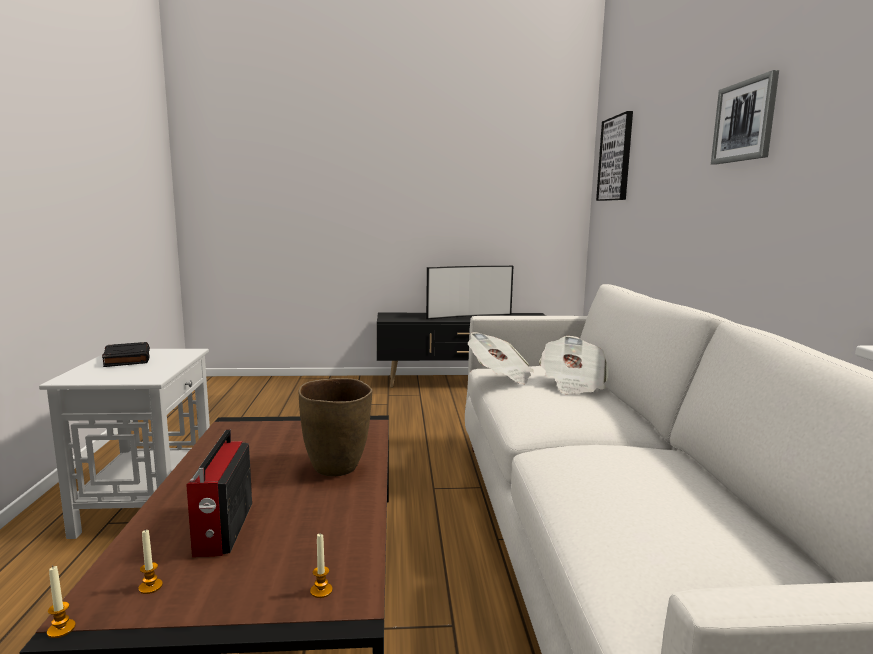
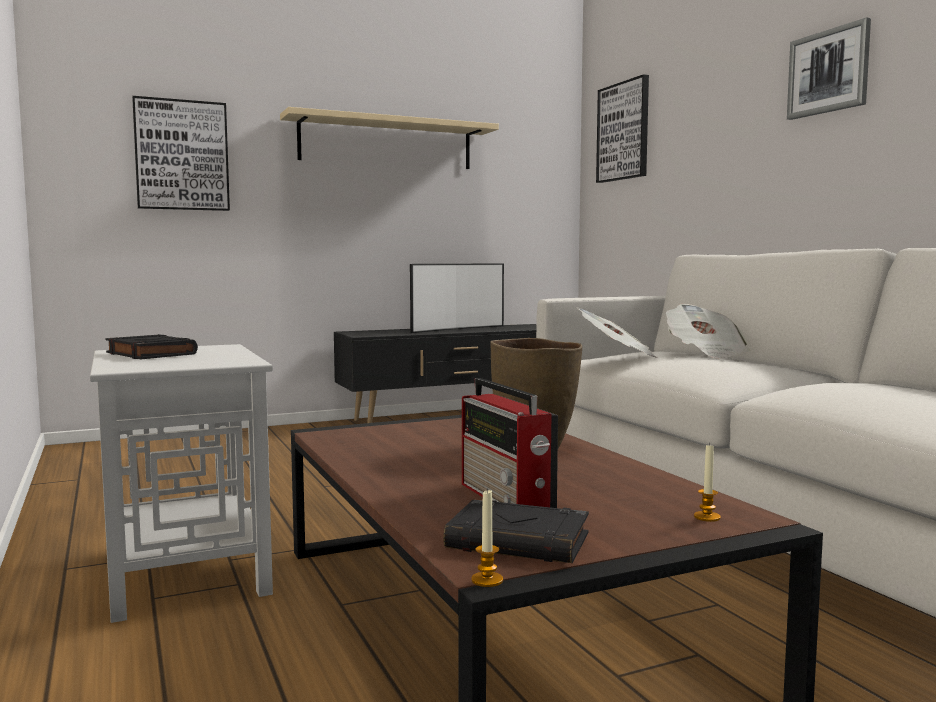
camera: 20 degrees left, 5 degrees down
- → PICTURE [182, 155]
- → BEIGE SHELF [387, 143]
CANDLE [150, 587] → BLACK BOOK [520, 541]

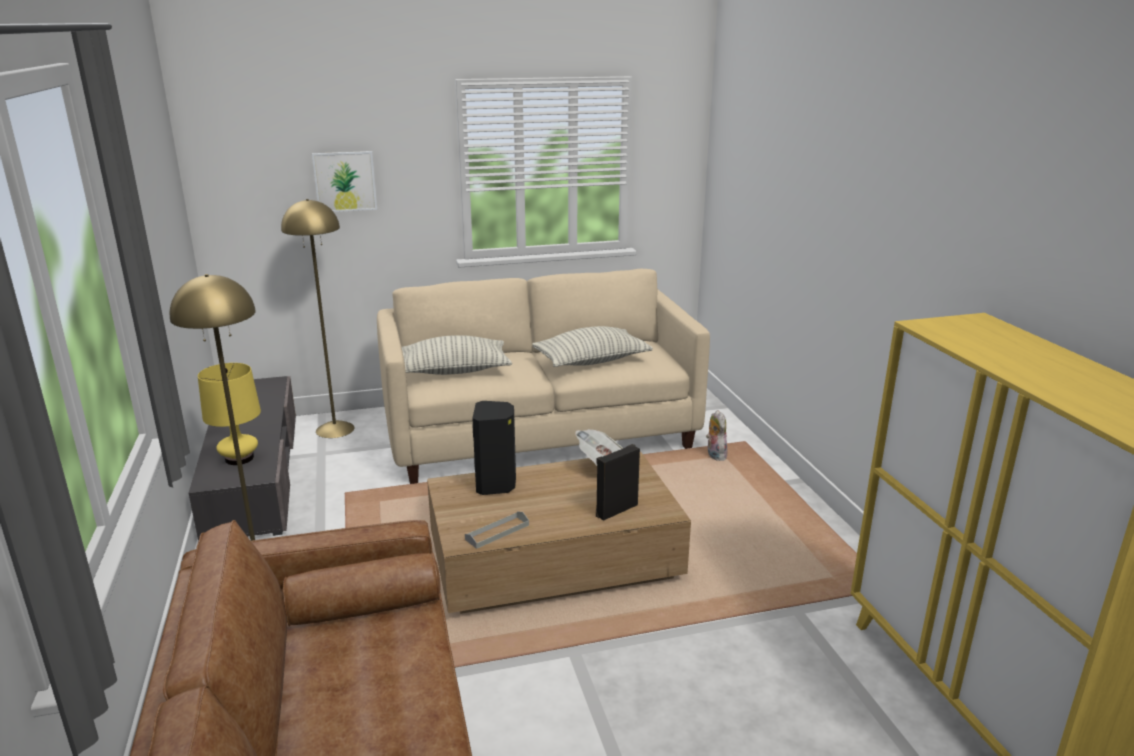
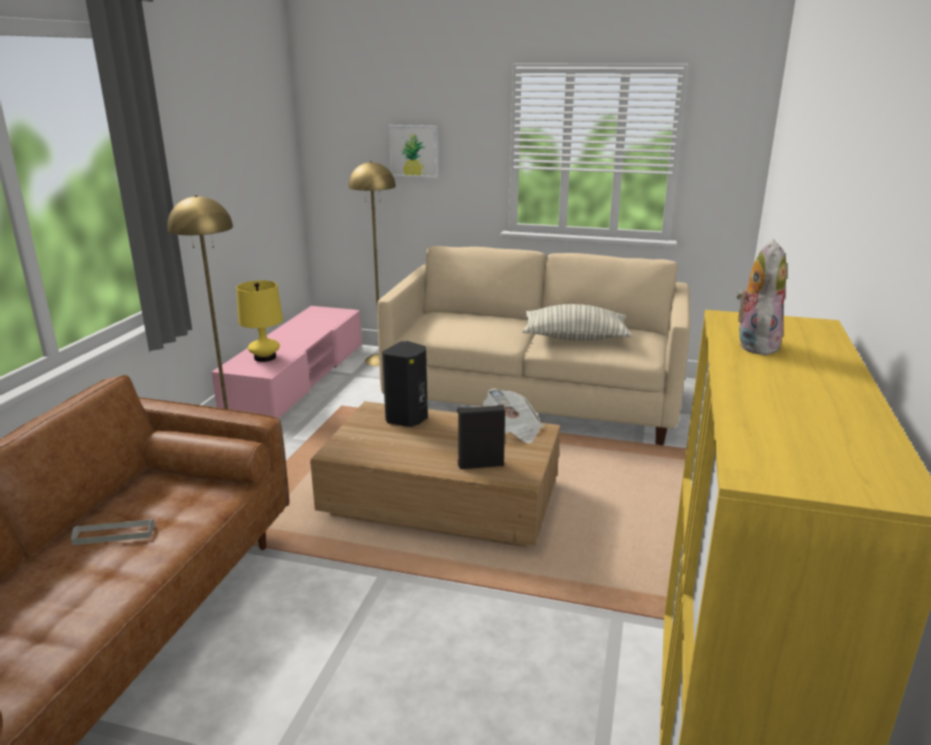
camera: 30 degrees right, 0 degrees up
PILLOW [454, 371] → -
GREY TRAY [497, 532] → GREY TRAY [114, 534], shifted
PLUSH TOY [714, 455] → PLUSH TOY [754, 344], shifted
GREY TV STAND [254, 473] → PINK TV STAND [297, 377]

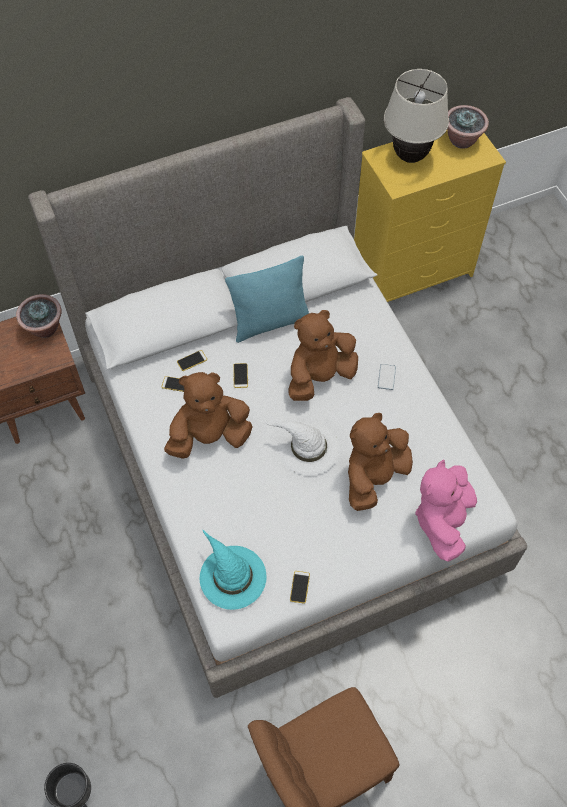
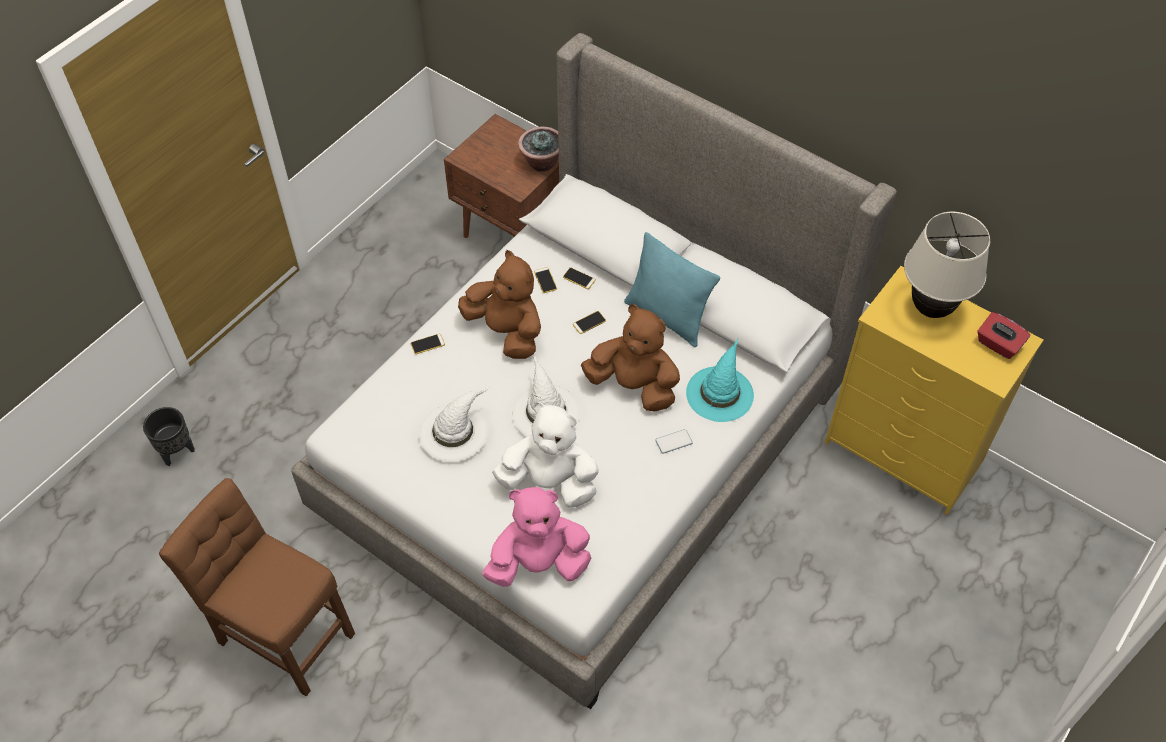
camera: 60 degrees right, 5 degrees down
- → WHITE HAT [454, 431]
TURQUOISE HAT [232, 576] → TURQUOISE HAT [719, 392], shifted
PHONE [299, 587] → PHONE [427, 344], shifted
POTTED PLANT [462, 140] → RED TISSUE BOX [998, 345]
BROWN PLUSH TOY [374, 477] → WHITE PLUSH TOY [550, 482]

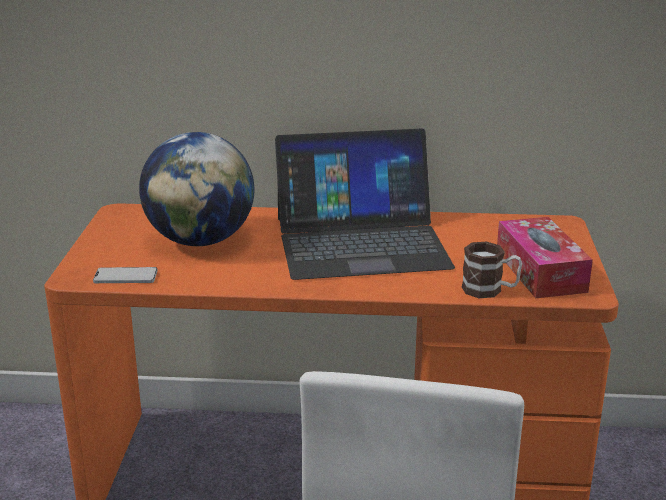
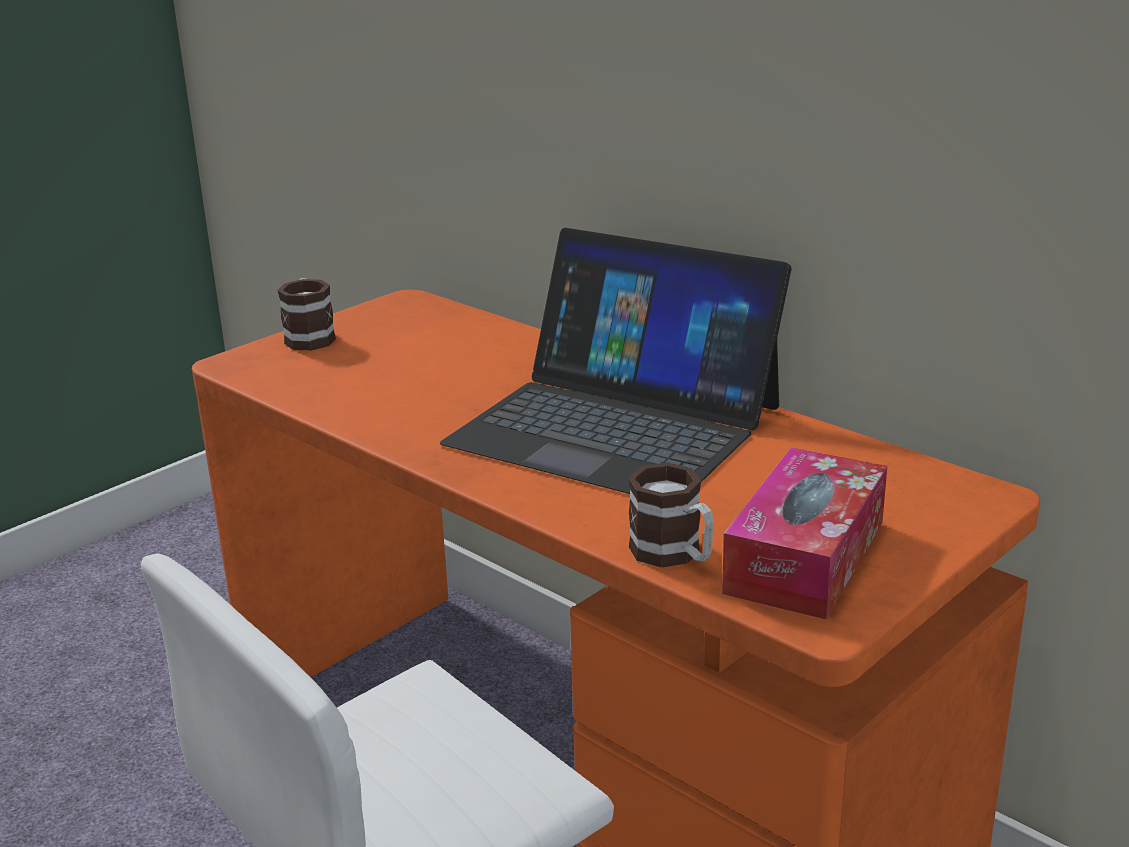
camera: 40 degrees right, 0 degrees up
PHONE [125, 277] → -
GLOBE [200, 240] → -
- → MUG [309, 336]

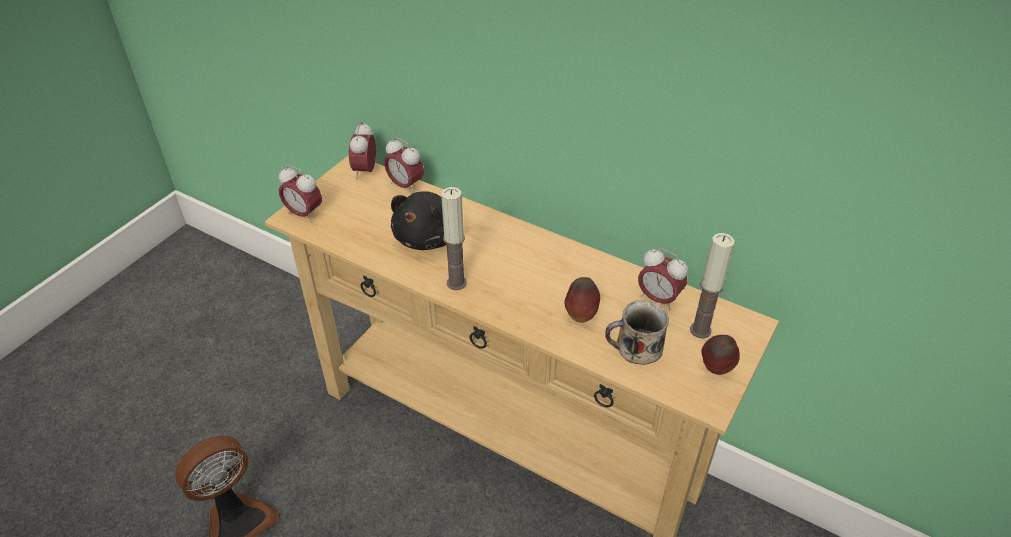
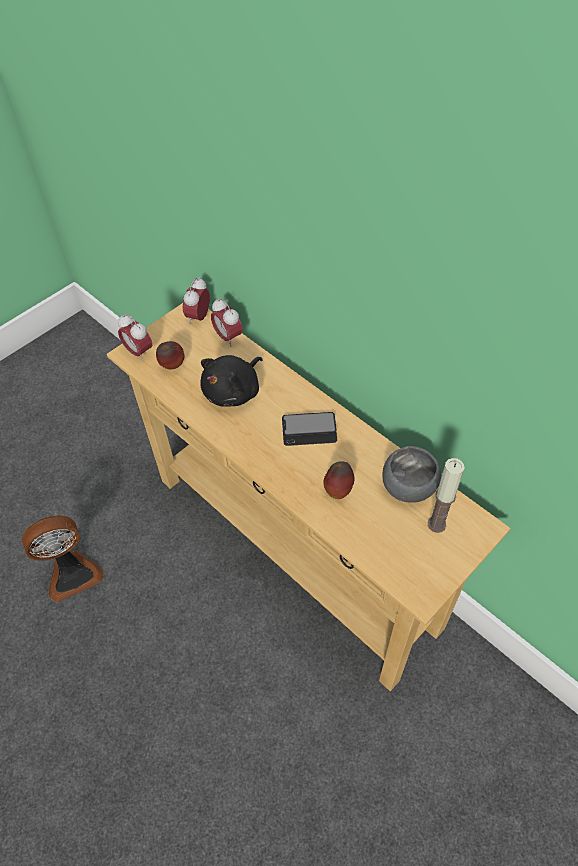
camera: 15 degrees right, 10 degrees up
CANDLE [456, 283] → -
MUG [636, 348] → -
- → PHONE [309, 430]
APPLE [715, 369] → APPLE [172, 366], shifted
ALARM CLOCK [658, 299] → GREY BOWL [410, 487]

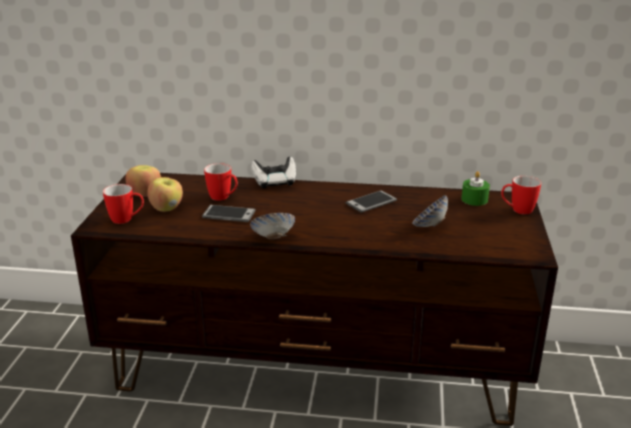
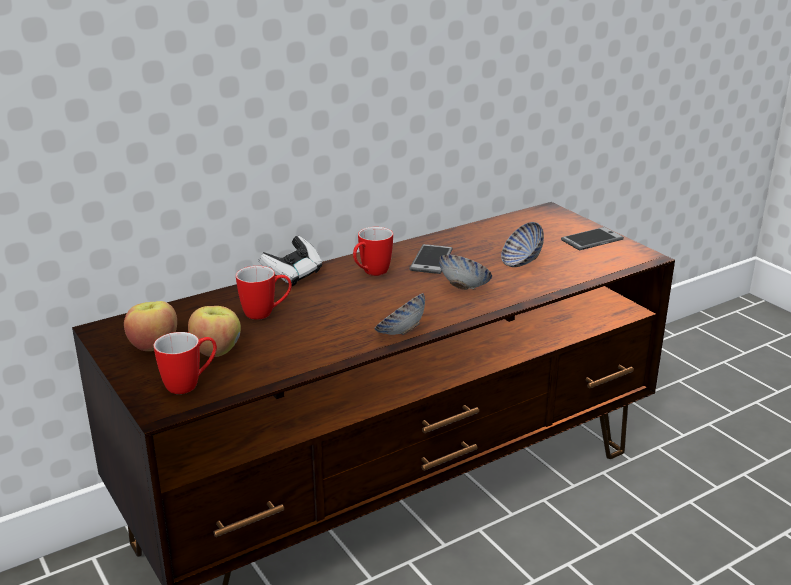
camera: 40 degrees left, 0 degrees up
GREEN CANDLE [474, 199] → -
- → BOWL [464, 288]
PHONE [228, 214] → PHONE [592, 240], shifted
MUG [517, 211] → MUG [371, 273], shifted

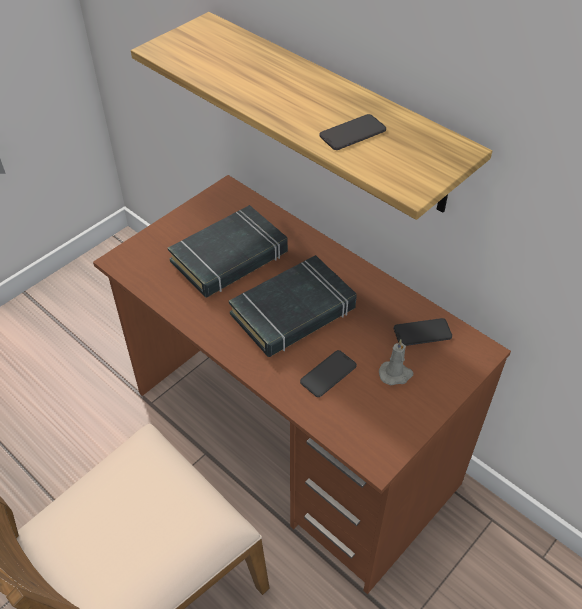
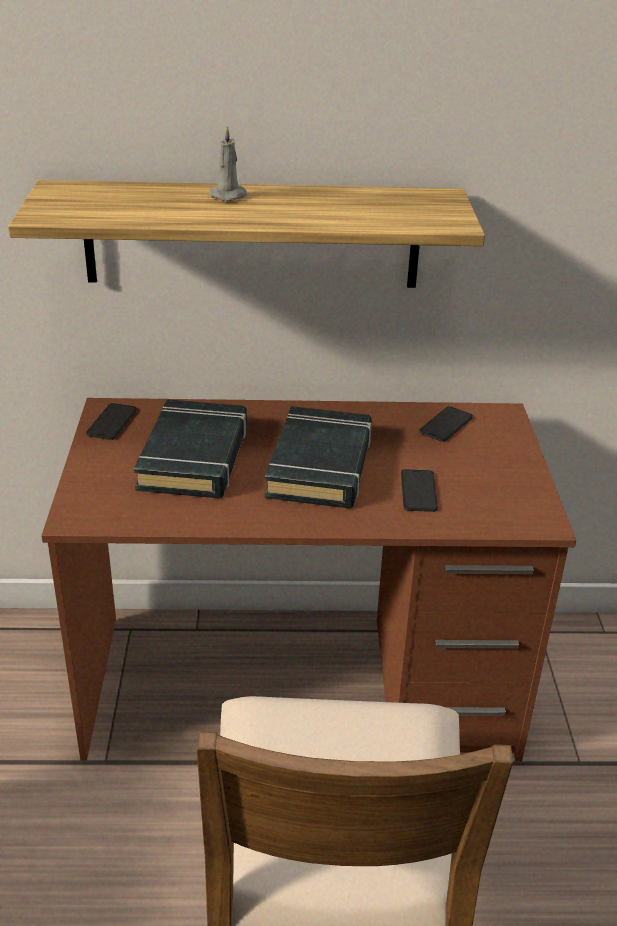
camera: 45 degrees left, 15 degrees down
PHONE [352, 133] → PHONE [112, 422], shifted
GREY CANDLE [396, 374] → GREY CANDLE [229, 196], shifted

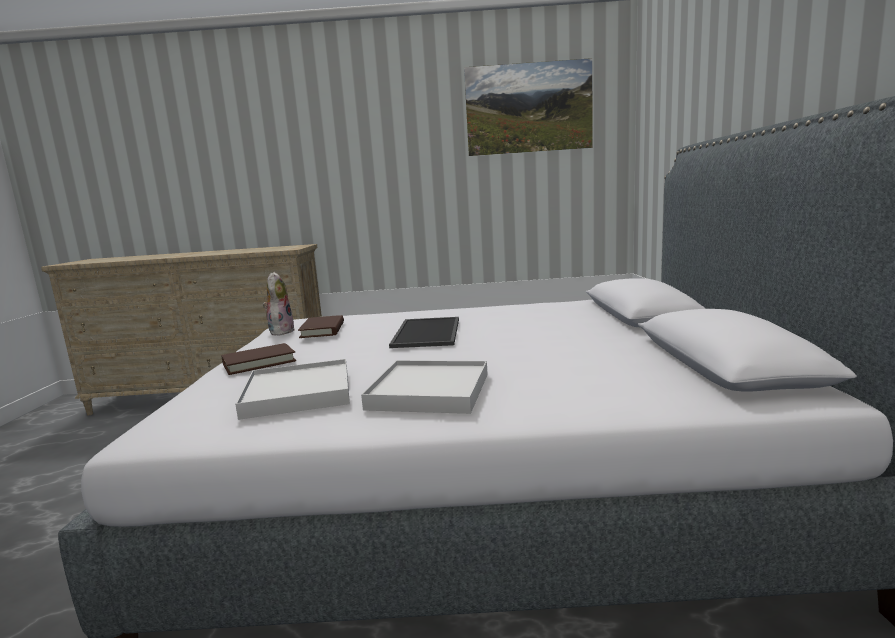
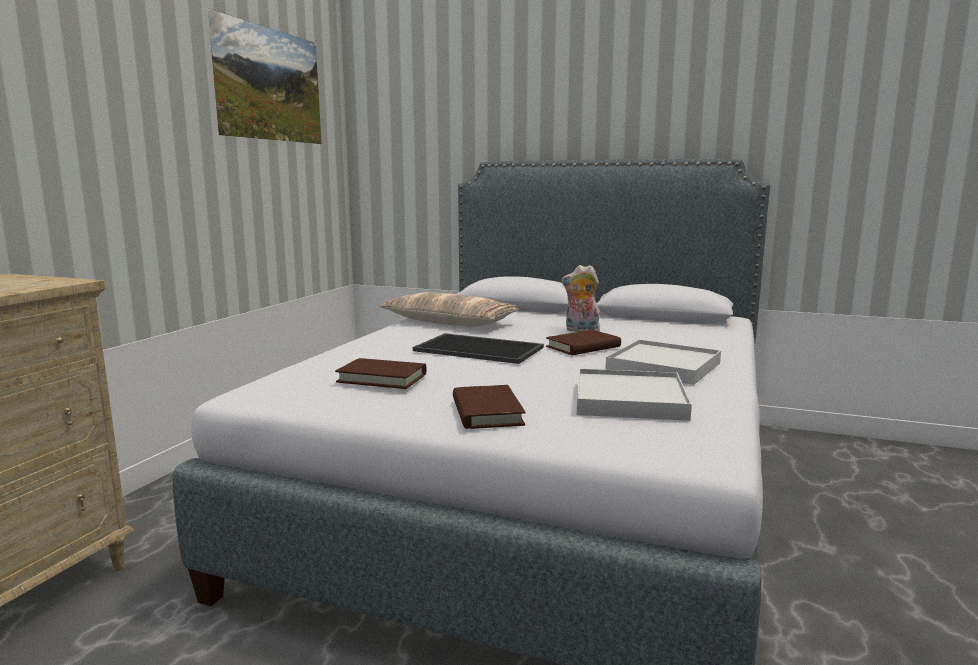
camera: 70 degrees left, 0 degrees up
- → PILLOW [449, 322]
- → BROWN BOOK [583, 347]
PLUSH TOY [280, 331] → PLUSH TOY [580, 331], shifted

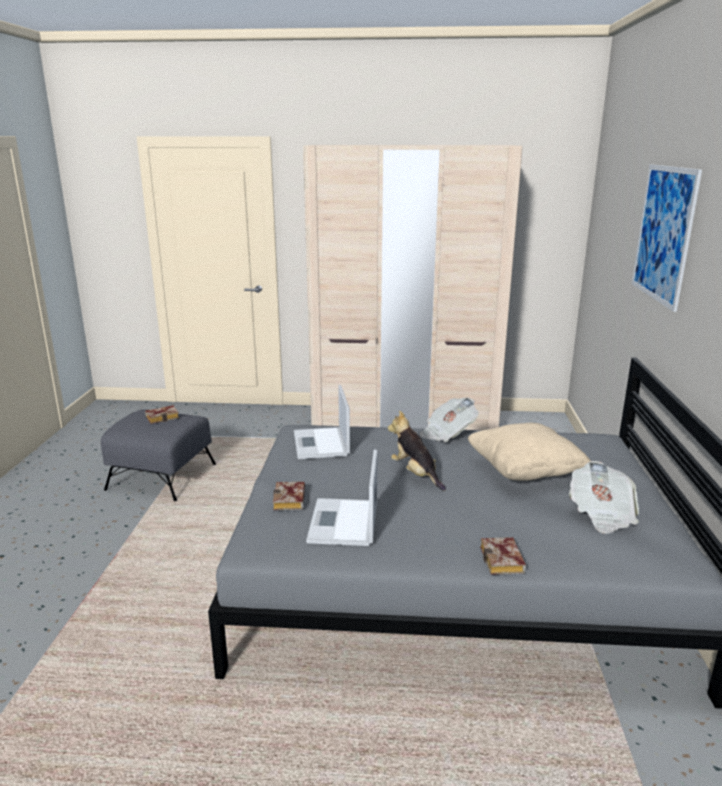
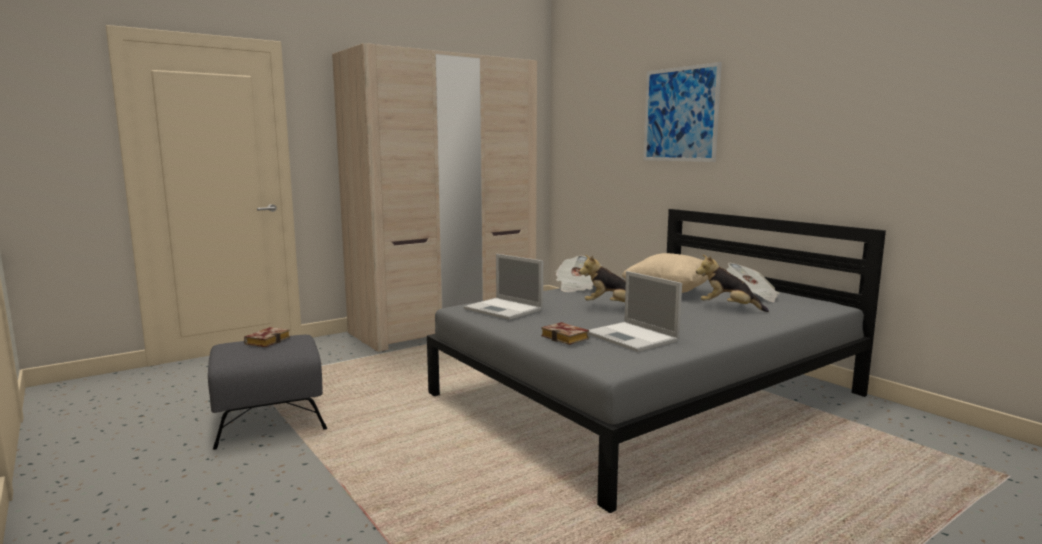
camera: 40 degrees left, 10 degrees down
BOOK [504, 561] → -
- → PLUSH TOY [728, 308]

